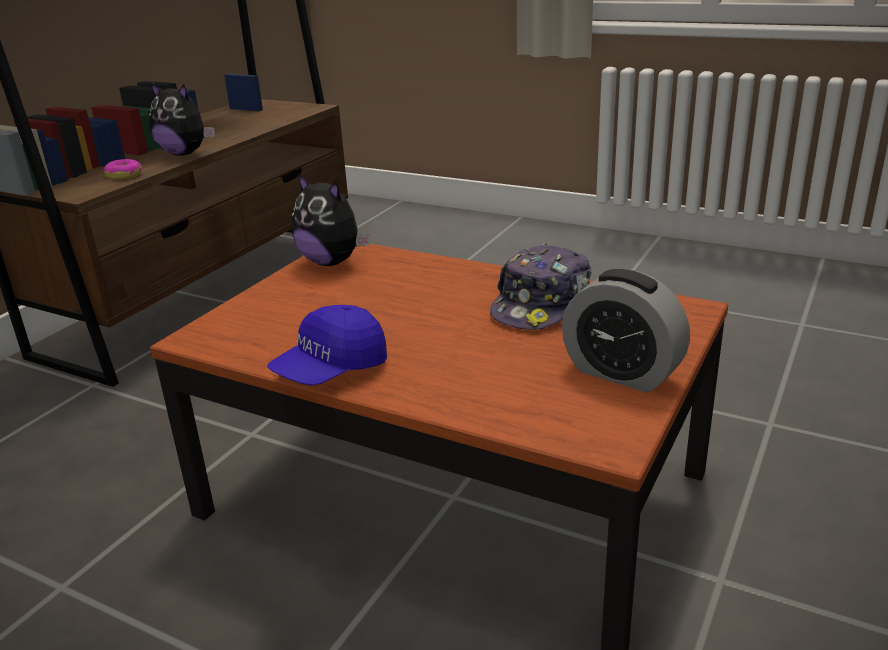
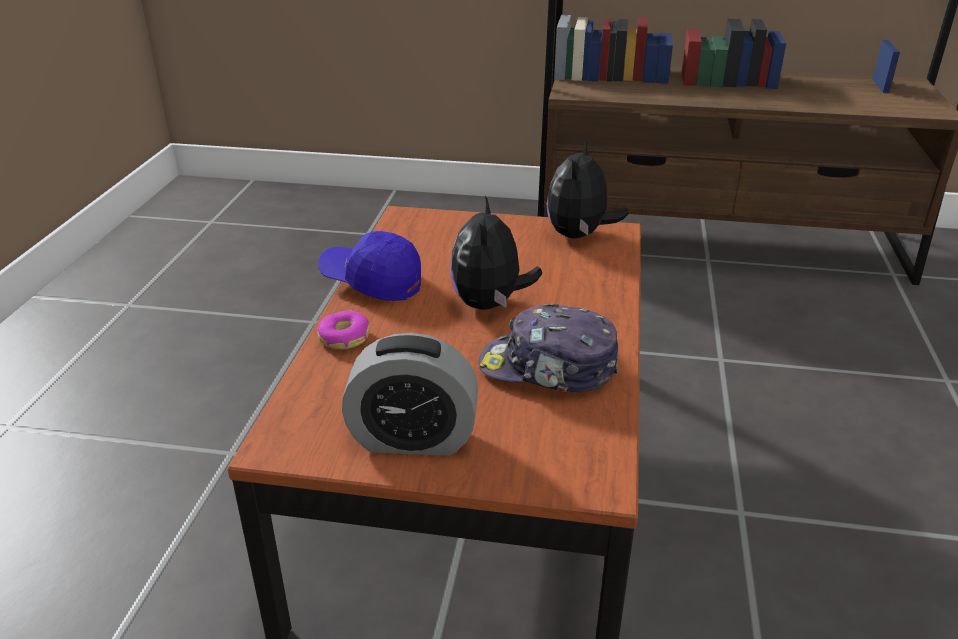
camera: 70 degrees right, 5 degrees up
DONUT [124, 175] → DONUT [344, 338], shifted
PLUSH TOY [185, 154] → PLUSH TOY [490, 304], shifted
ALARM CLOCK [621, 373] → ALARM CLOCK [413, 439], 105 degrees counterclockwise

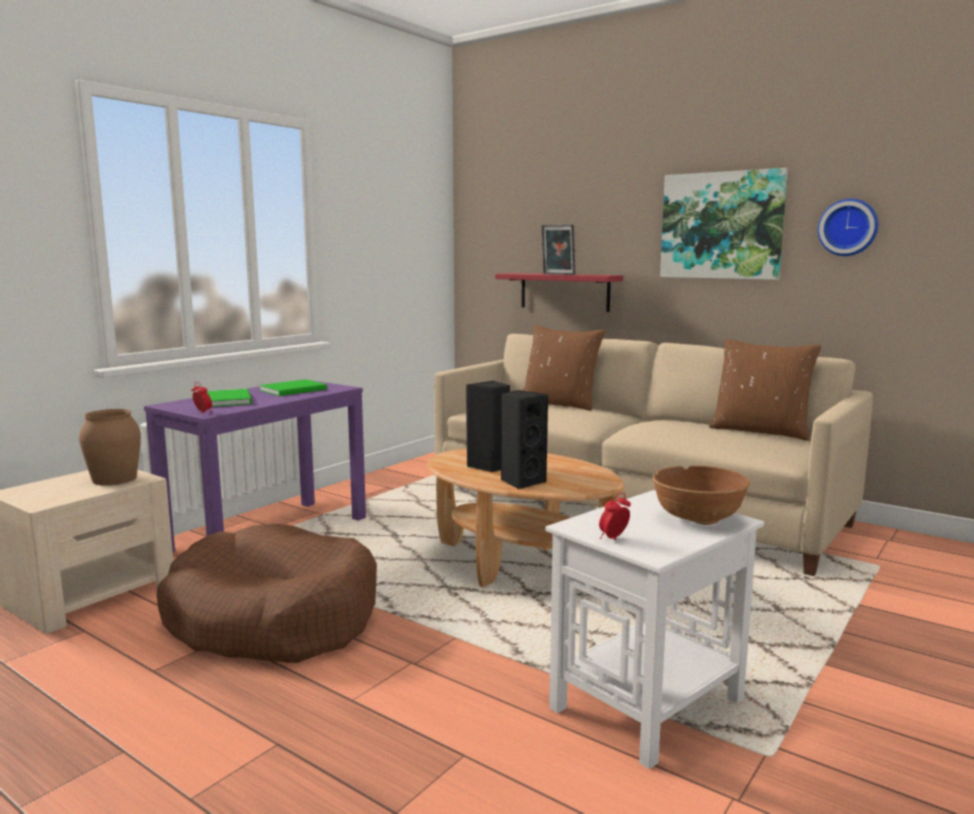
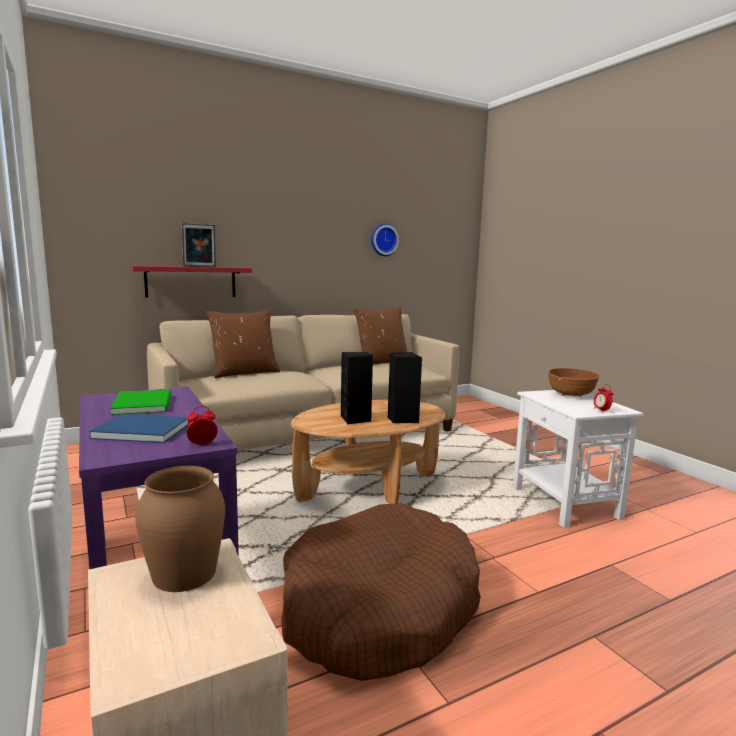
camera: 65 degrees left, 0 degrees up
PICTURE [721, 225] → -
GREEN BOOK [228, 400] → BLUE BOOK [141, 430]

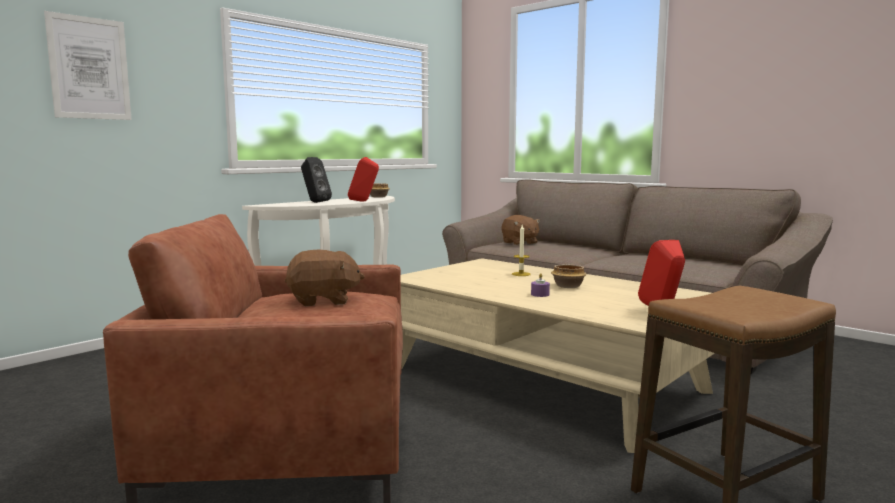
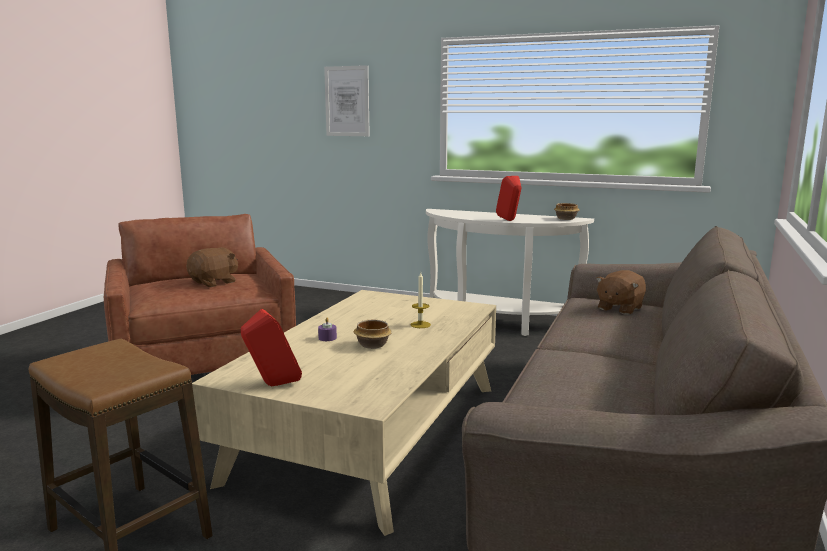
camera: 70 degrees right, 5 degrees up
BLACK SPEAKER [315, 202] → -
BROWN PLUSH TOY [323, 301] → BROWN PLUSH TOY [214, 282], 105 degrees counterclockwise

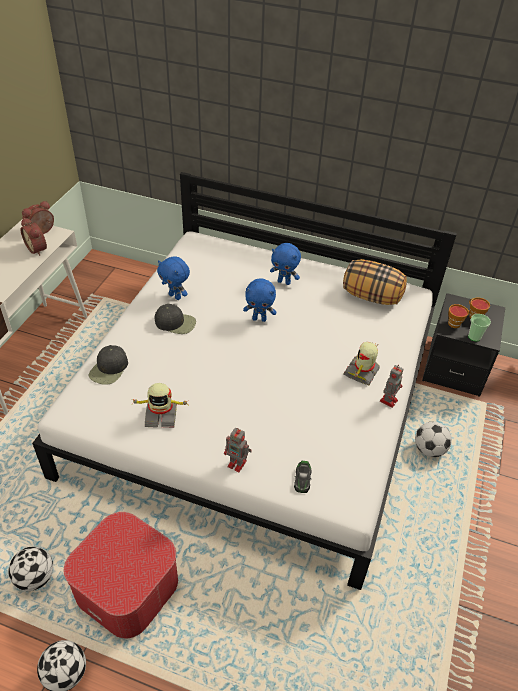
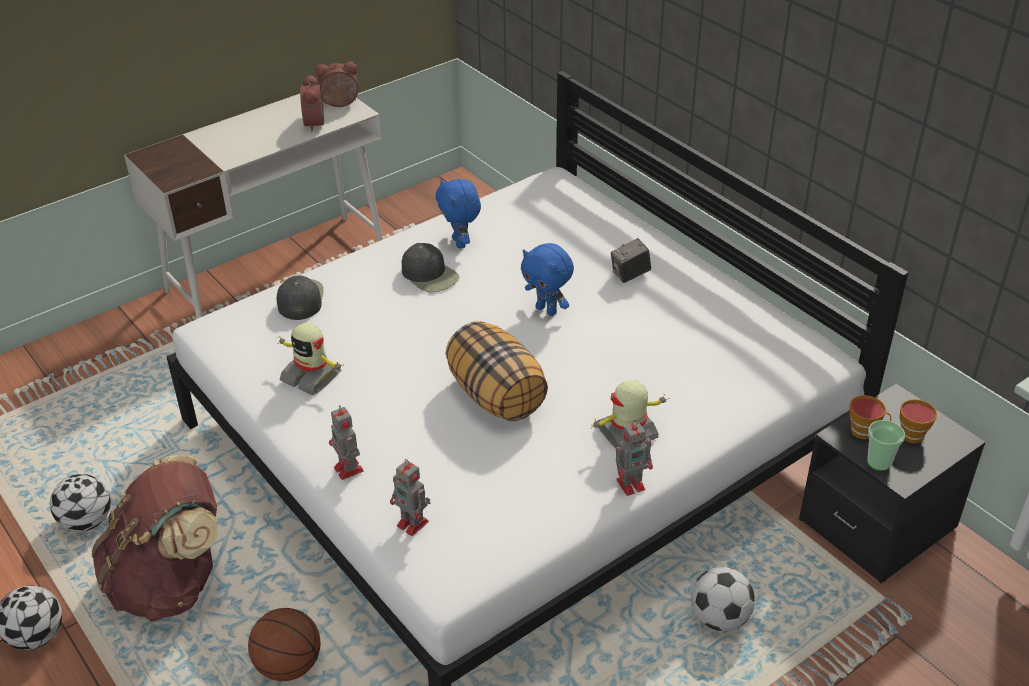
camera: 35 degrees right, 5 degrees down
- → BASKETBALL [288, 665]
PILLOW [372, 296] → PILLOW [497, 396], shifted
OTTOMAN [127, 587] → BROWN BACKPACK [171, 583]
BLUE PLUSH TOY [284, 282] → PHOTO CAMERA [630, 275]
TOY CAR [302, 479] → TOY ROBOT [414, 524]
BLACK CAP [109, 369] → BLACK CAP [300, 299], 120 degrees clockwise

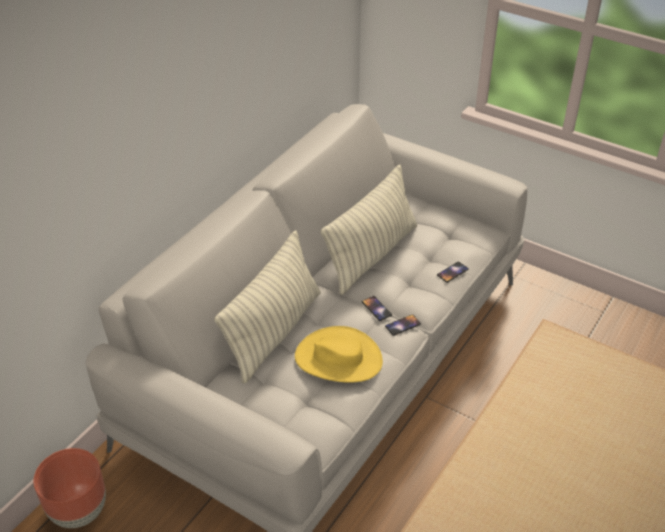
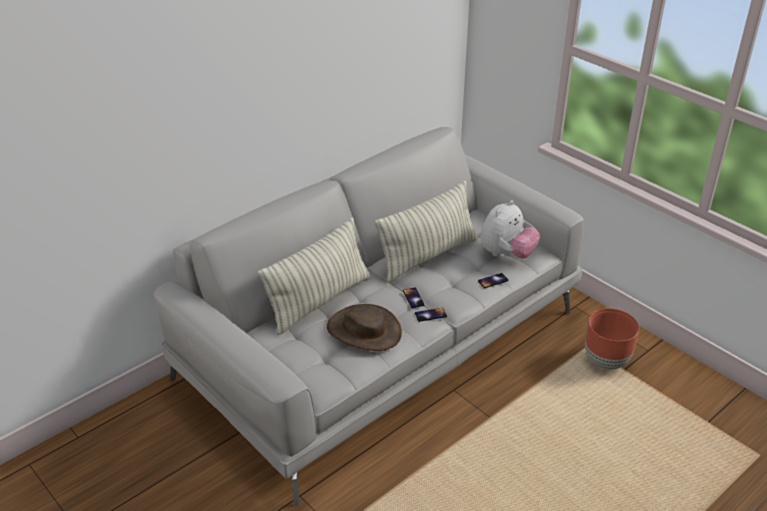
camera: 15 degrees right, 5 degrees down
- → PLUSH TOY [506, 254]
BROWN PLANTER [79, 510] → BROWN PLANTER [606, 360], shifted
YELLOW HAT [338, 358] → BROWN HAT [364, 330]

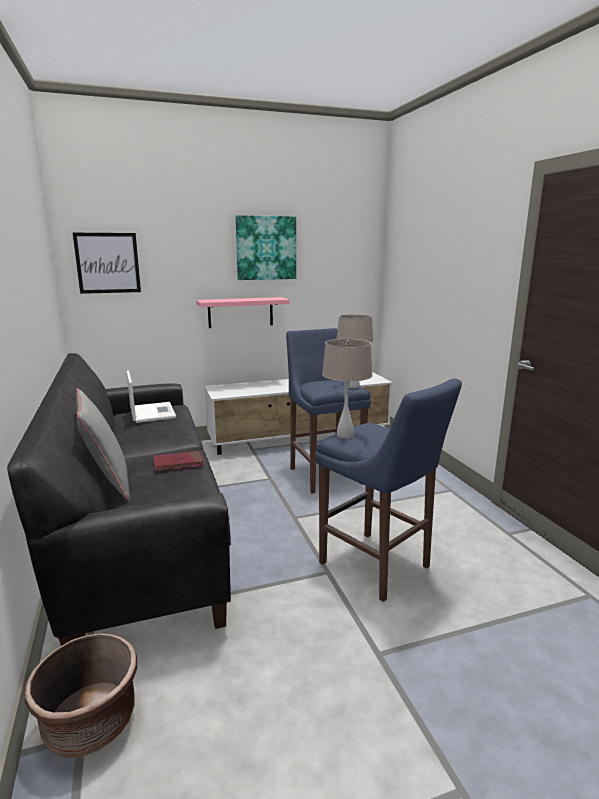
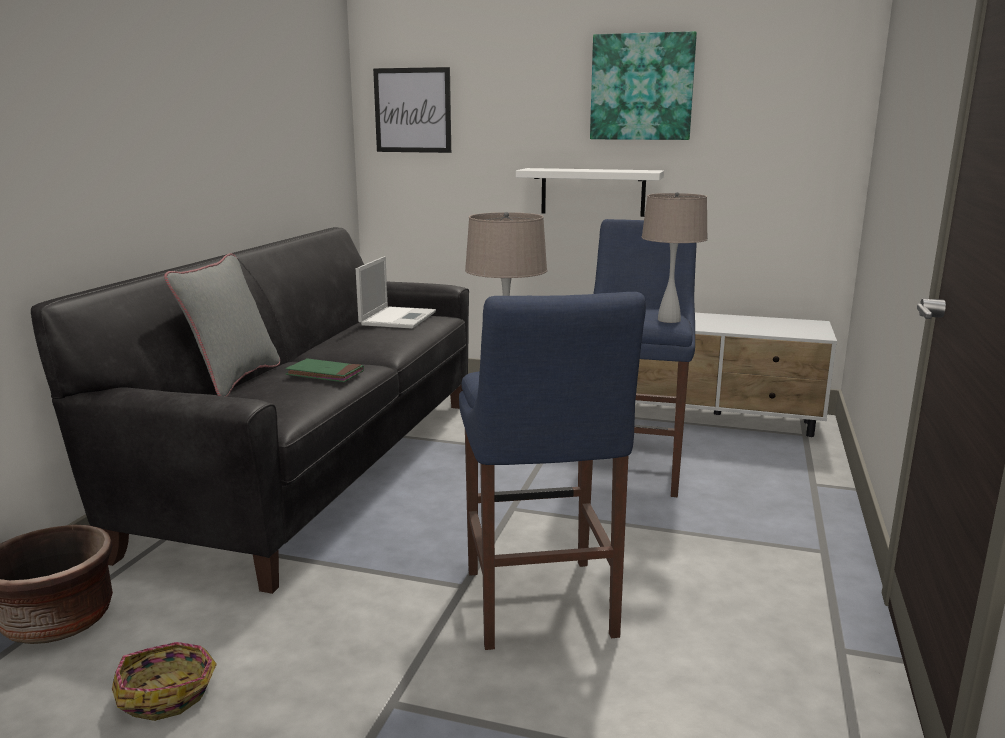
camera: 35 degrees right, 0 degrees up
- → BASKET [168, 692]
RED BOOK [178, 463] → GREEN BOOK [325, 374]
PINK SHELF [240, 312] → WHITE SHELF [592, 192]

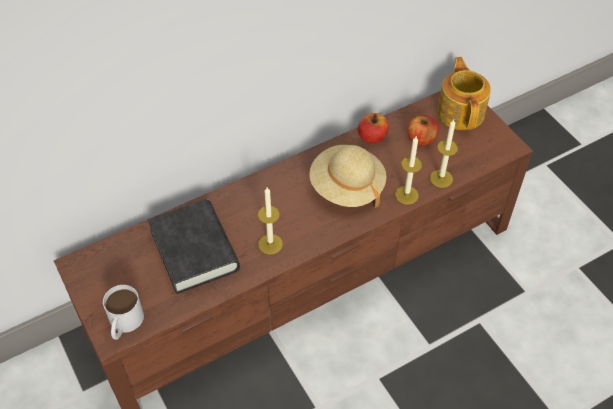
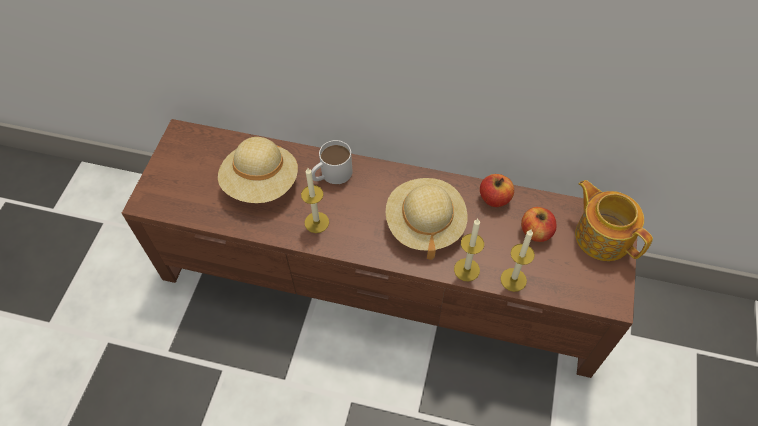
camera: 45 degrees right, 5 degrees up
WHITE MUG [124, 323] → WHITE MUG [331, 174], shifted
BLACK BOOK [194, 250] → BEIGE HAT [261, 183]
TEAPOT [461, 112] → TEAPOT [602, 235], 75 degrees counterclockwise

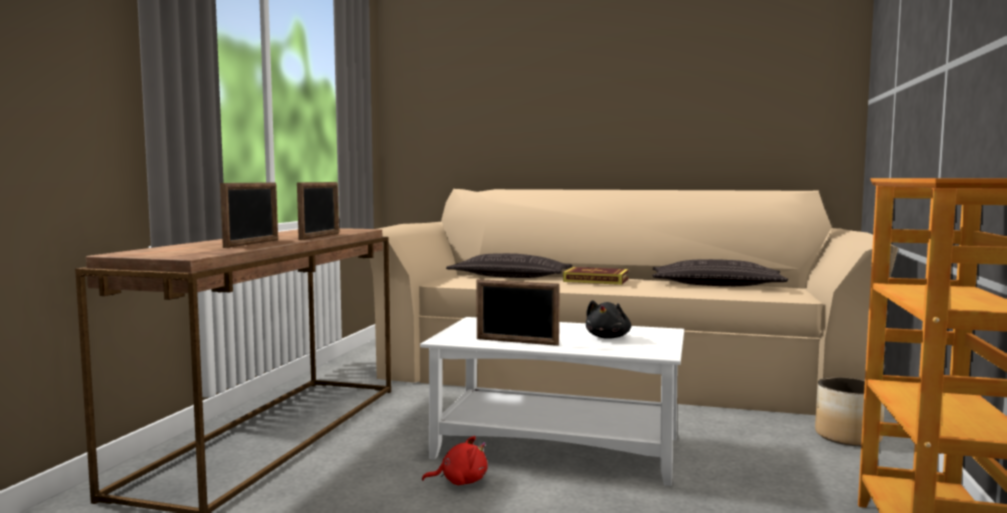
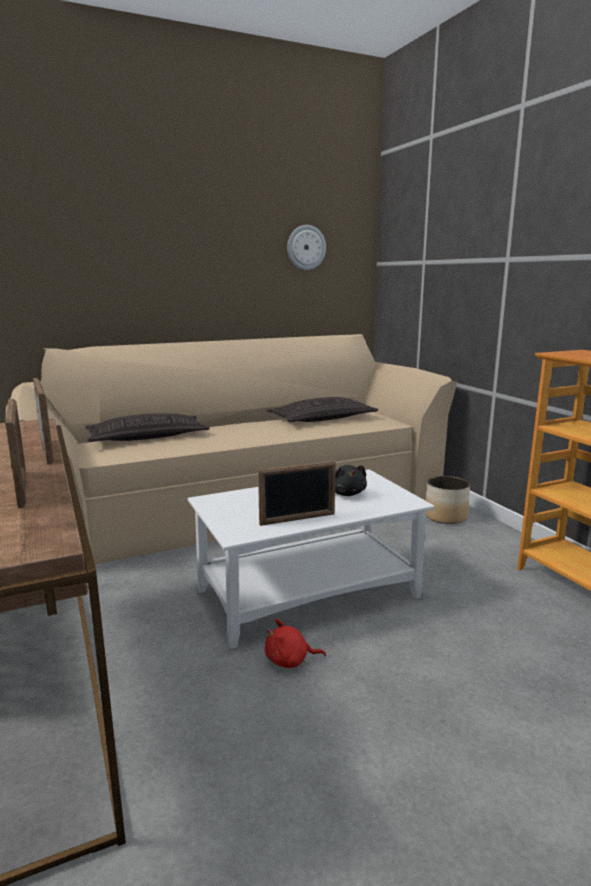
camera: 40 degrees left, 10 degrees up
BOOK [596, 280] → -
- → WALL CLOCK [306, 247]
RED PLUSH TOY [460, 481] → RED PLUSH TOY [290, 661], 135 degrees counterclockwise

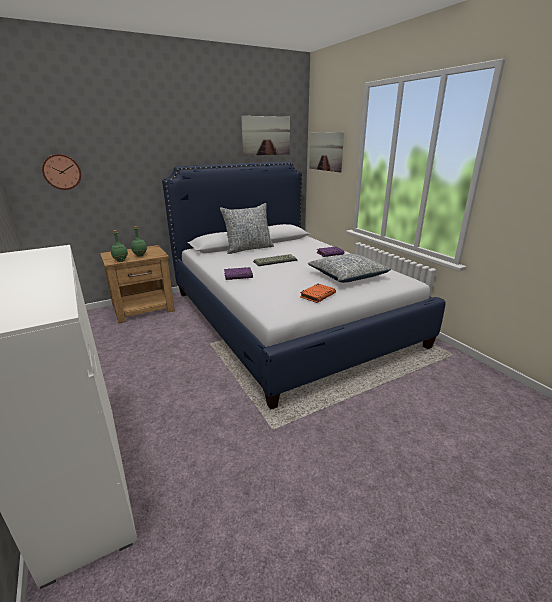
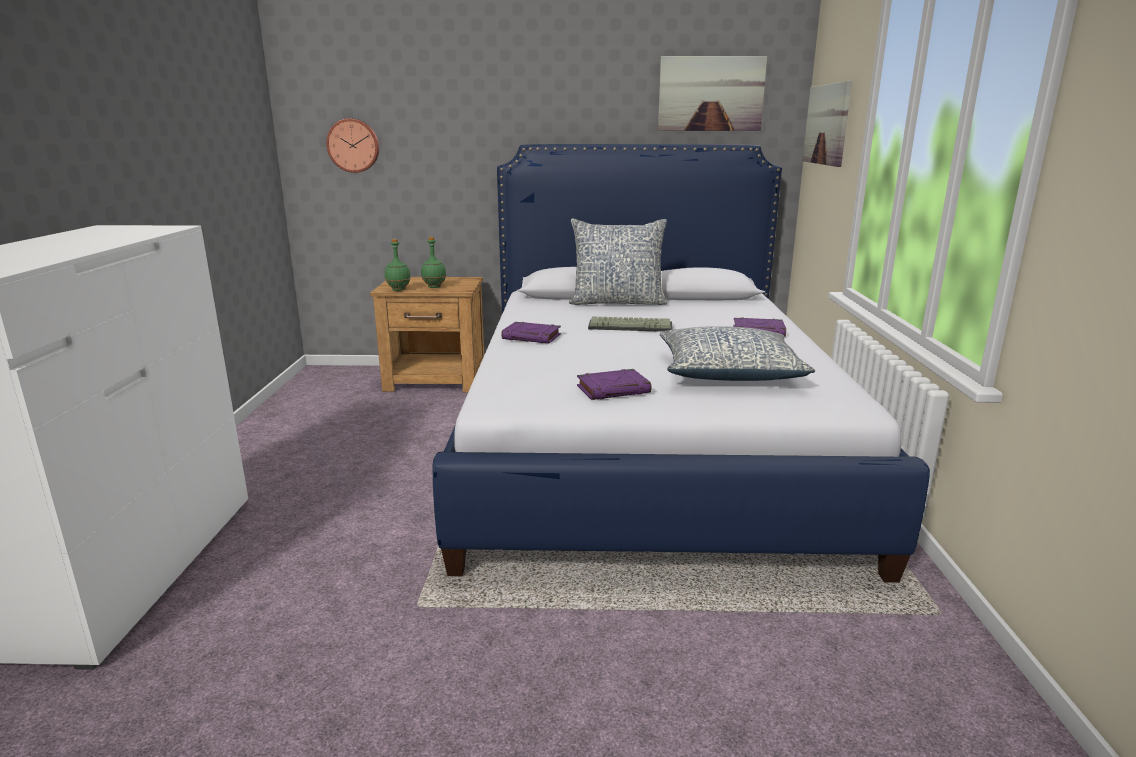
camera: 30 degrees right, 5 degrees down
ORANGE BOOK [317, 295] → PURPLE BOOK [613, 389]

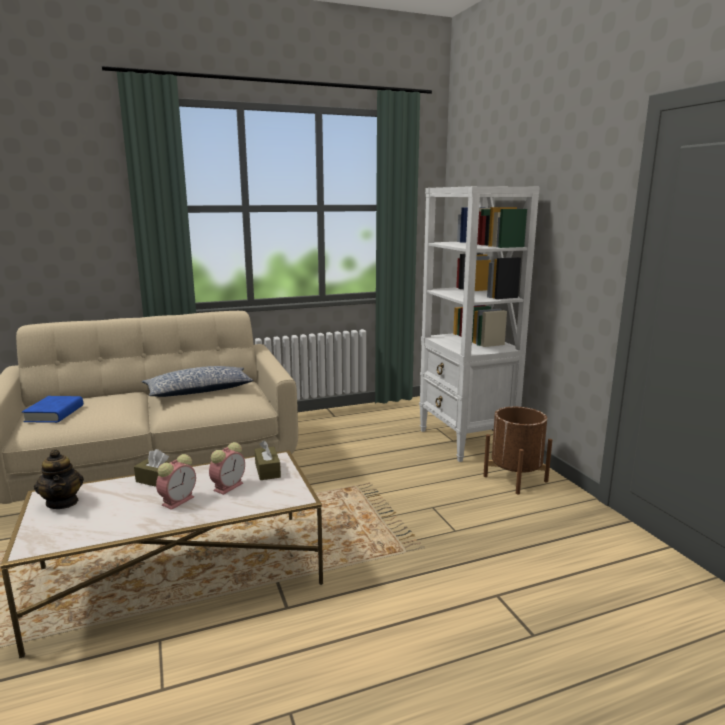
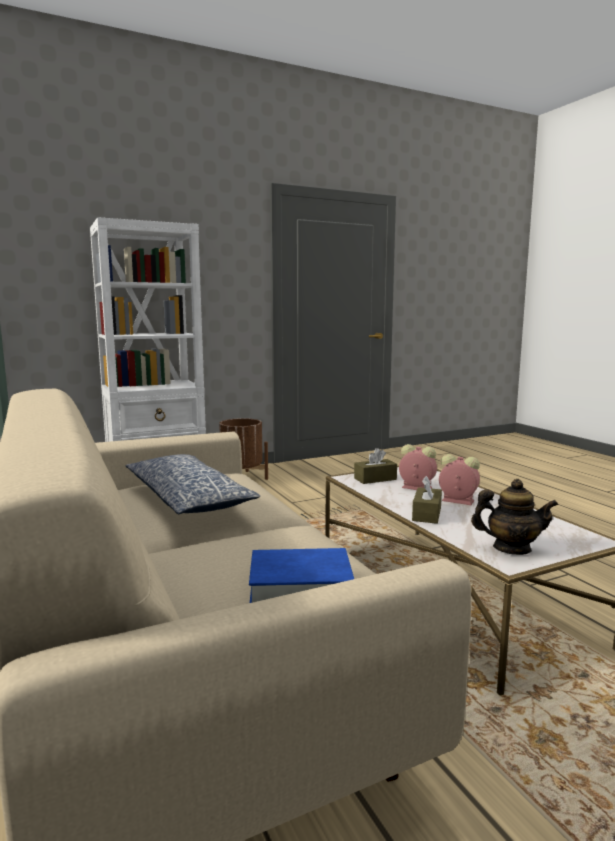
camera: 95 degrees left, 5 degrees down
TEAPOT [63, 502] → TEAPOT [511, 548], 45 degrees clockwise

